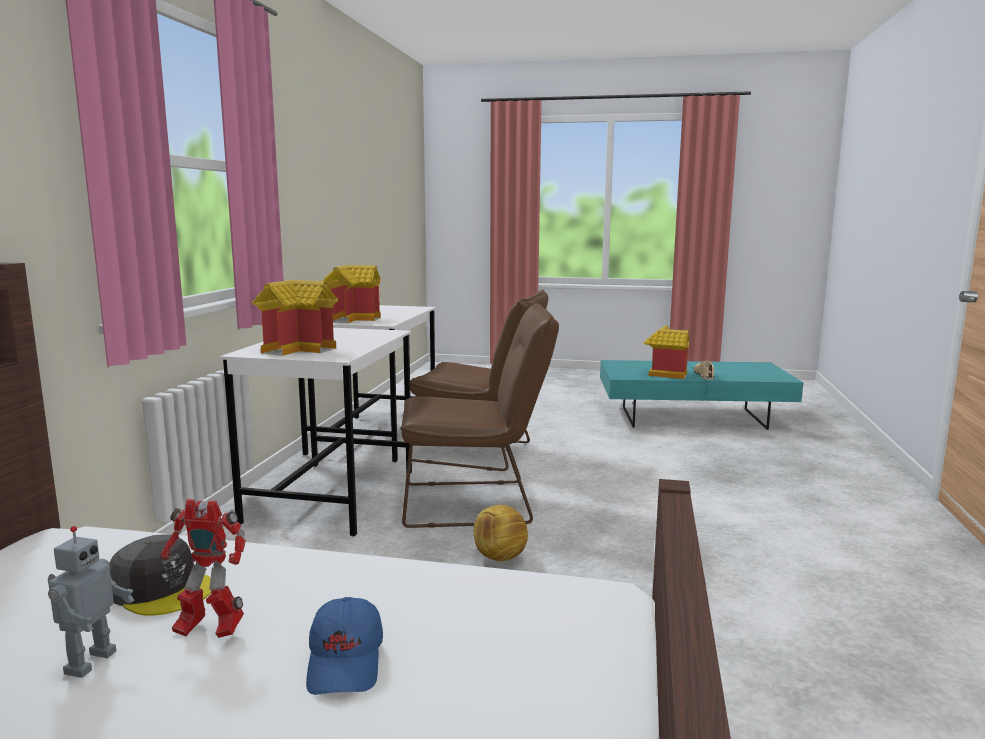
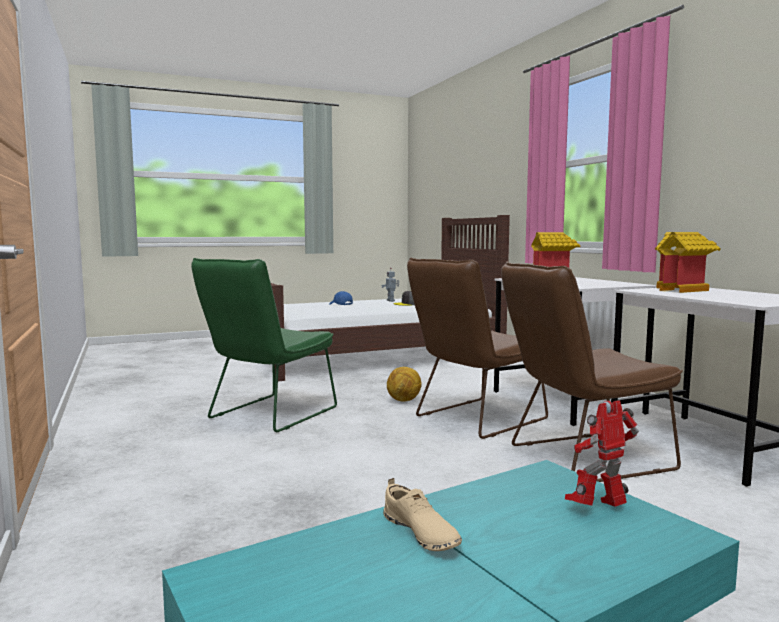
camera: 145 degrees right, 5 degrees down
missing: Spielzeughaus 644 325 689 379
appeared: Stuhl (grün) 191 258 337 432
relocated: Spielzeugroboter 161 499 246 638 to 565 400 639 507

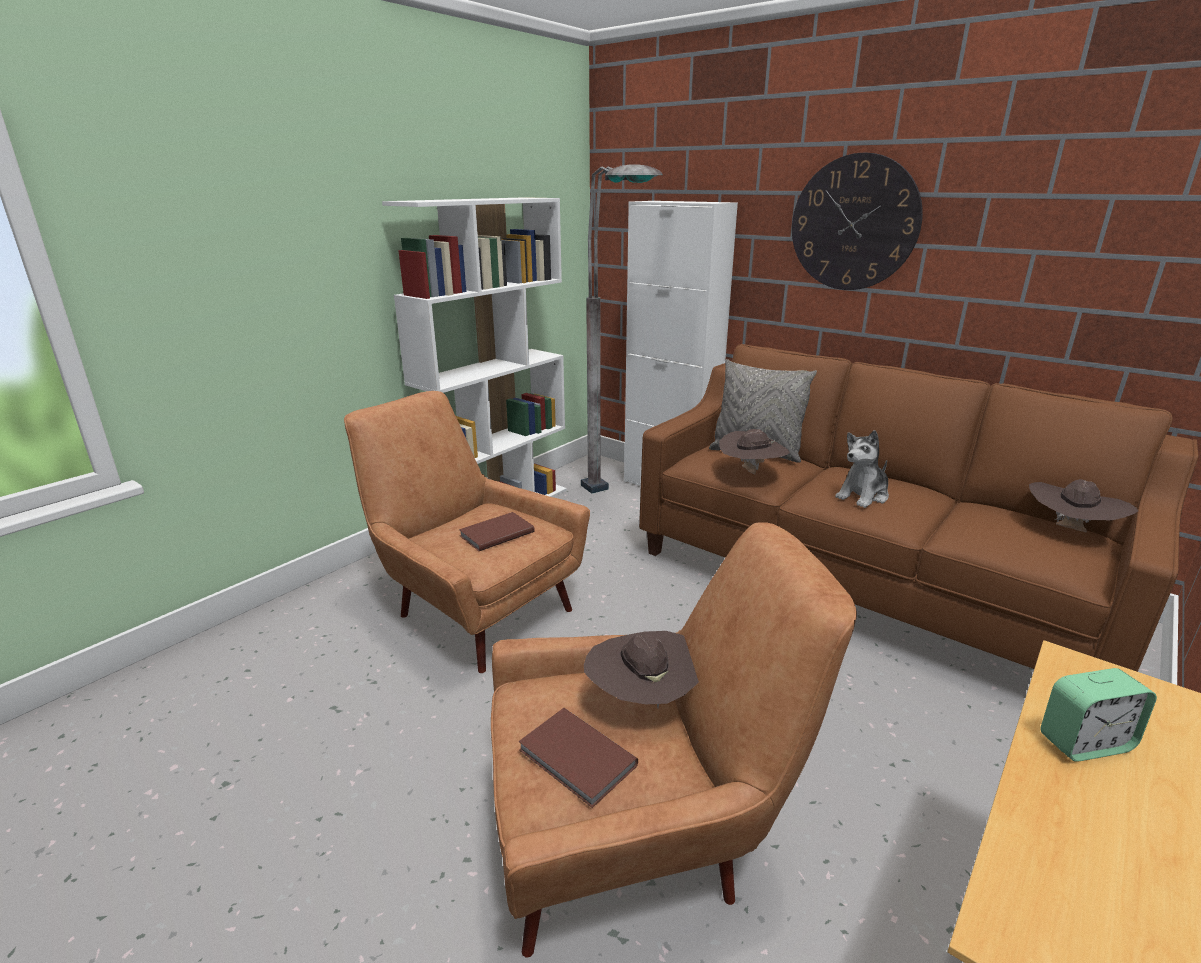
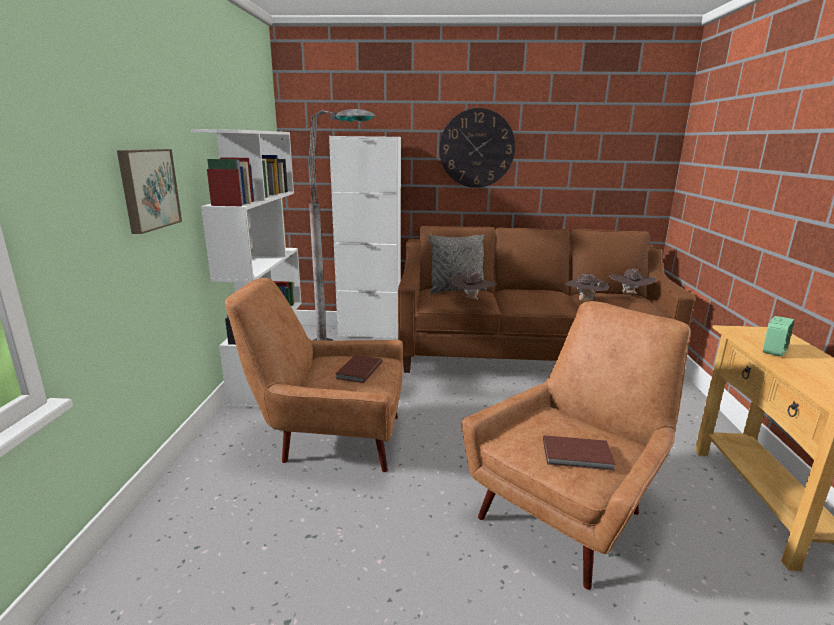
camera: 35 degrees left, 5 degrees down
missing: Plüschtier 835 430 889 508
appeared: Bild 117 149 182 234
relocated: Hut (braun) 584 631 699 708 to 565 273 609 302

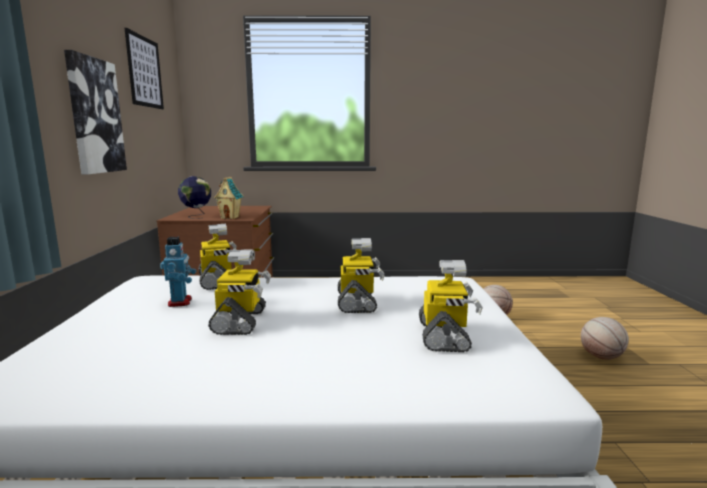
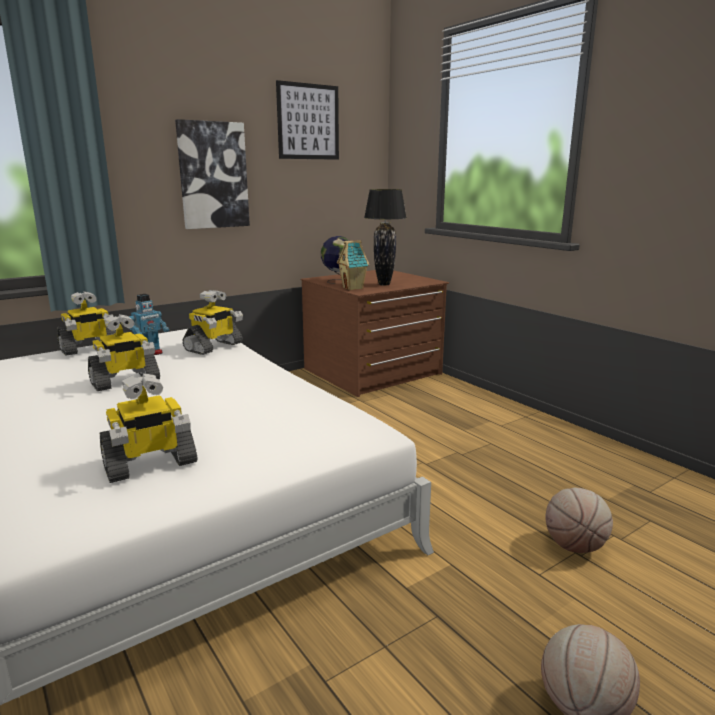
camera: 55 degrees right, 5 degrees up
appeared: Tischlampe (schwarz) 364 189 407 286
relocated: Spielzeugroboter 338 238 385 313 to 58 291 116 356

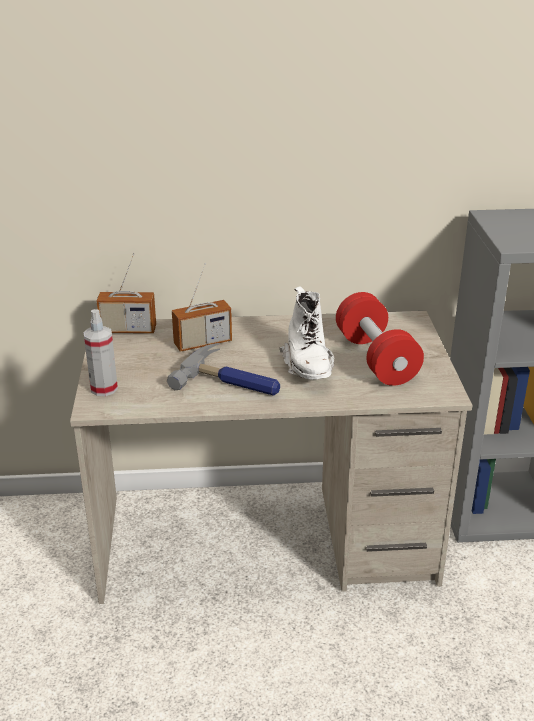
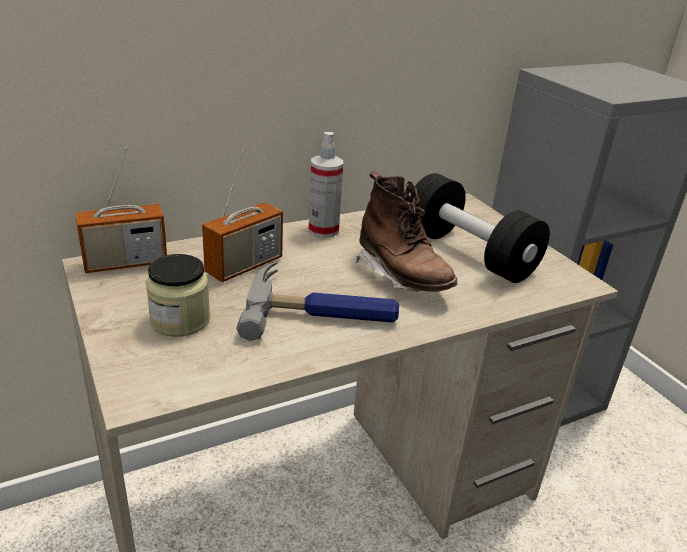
camera: 25 degrees left, 0 degrees up
appeared: Vorratsglas 146 254 210 337
relocated: Sprühflasche 83 309 118 396 to 308 132 343 238
colour: Stiefel (weiß) 279 286 334 380 to Stiefel (braun) 355 171 458 292; Hantel (rot) 336 292 424 386 to Hantel (schwarz) 415 173 550 283

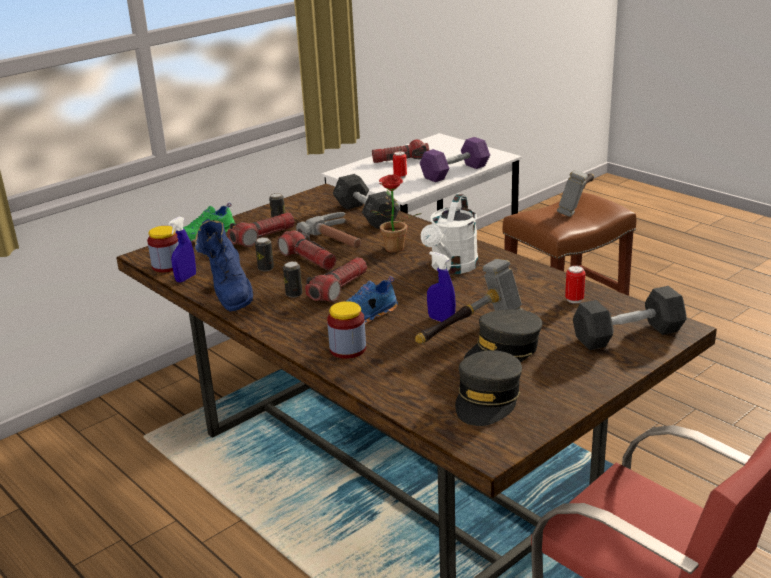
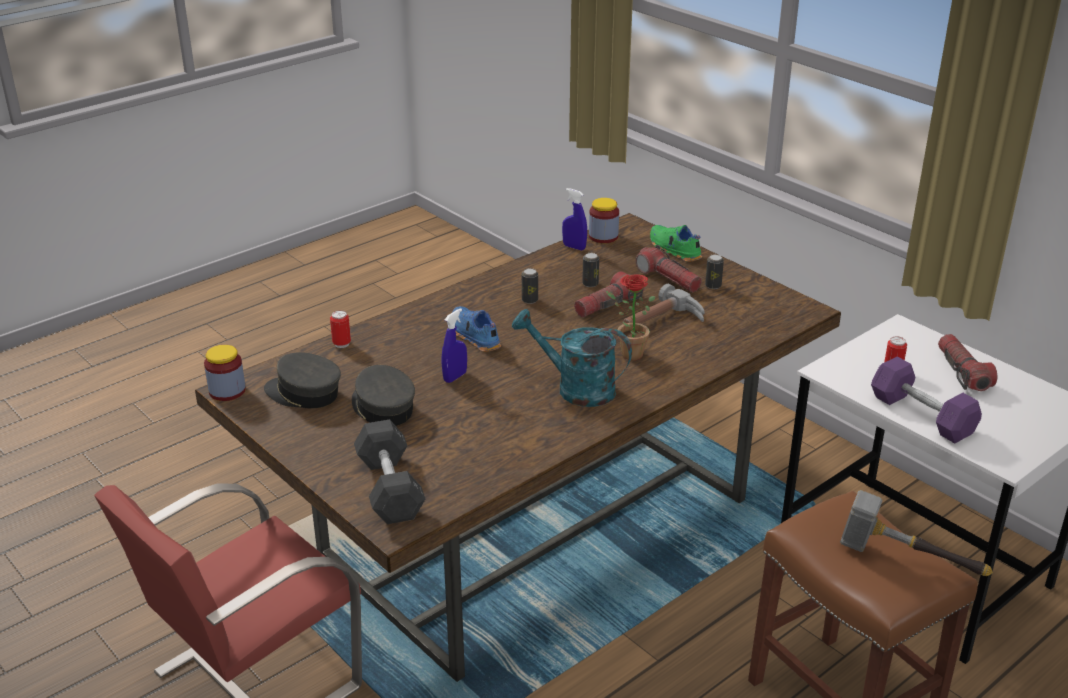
camera: 90 degrees right, 5 degrees up
missing: Stiefel (blau) 194 219 253 312; Taschenlampe 305 257 367 302; Hantel (grau) 333 174 400 229; Hammer 415 259 523 344
relocated: Vorratsglas 327 301 366 359 to 204 345 246 401; Dose 565 265 585 303 to 330 310 351 348
colour: Gießkanne (weiß) 421 194 478 274 to Gießkanne (türkis) 512 309 632 407

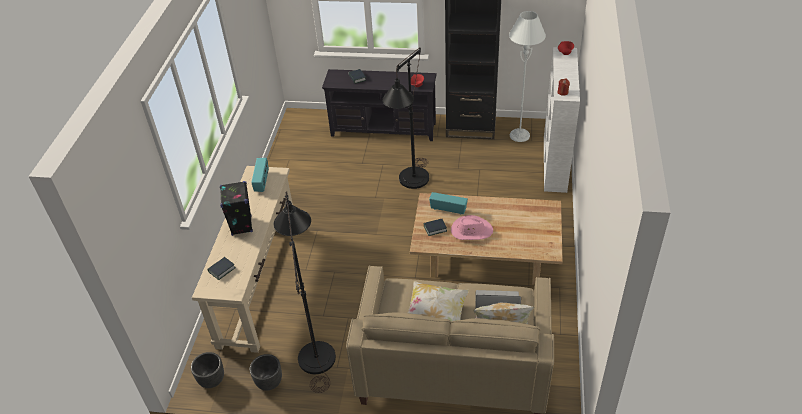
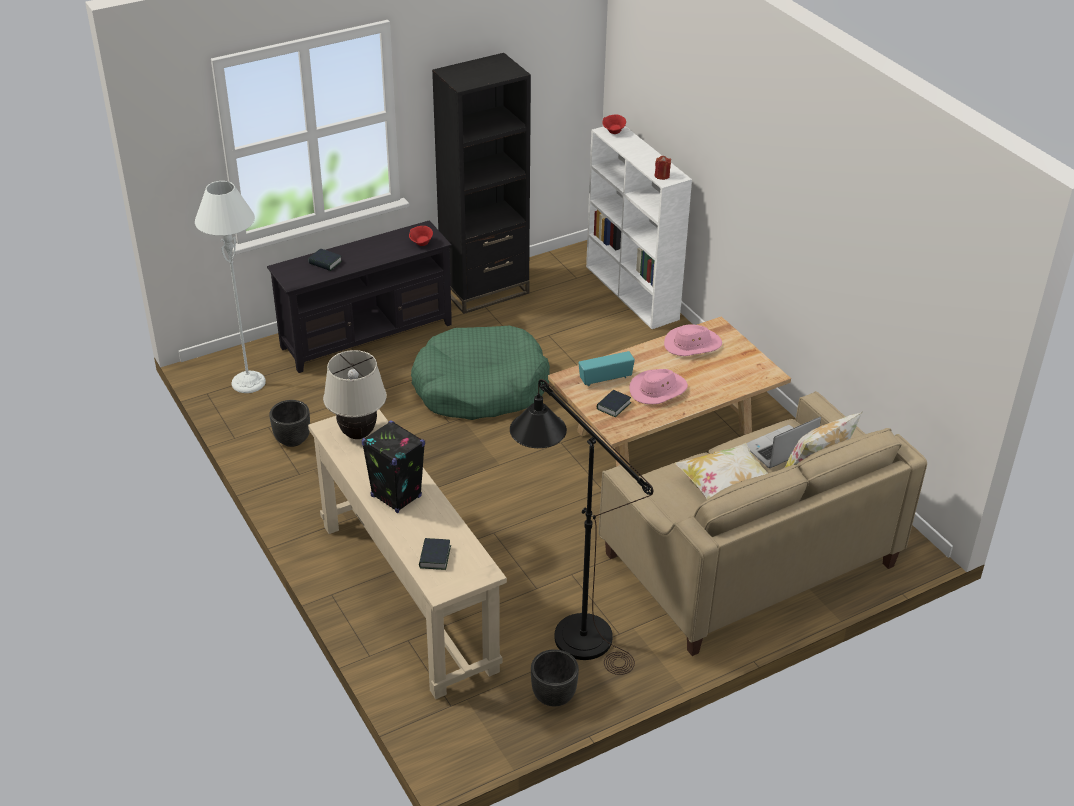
camera: 40 degrees left, 5 degrees down
appeared: Hut (rosa) 664 324 722 356
relocated: Pflanzkübel (schwarz) 191 352 224 388 to 269 400 310 447; Stehlampe (weiß) 509 11 546 142 to 195 181 266 393
exchanged: Radio 251 158 269 192 to Tischlampe (beige) 323 350 387 439; Stehlampe (schwarz) 382 47 429 189 to Hundebett (grün) 411 326 550 420

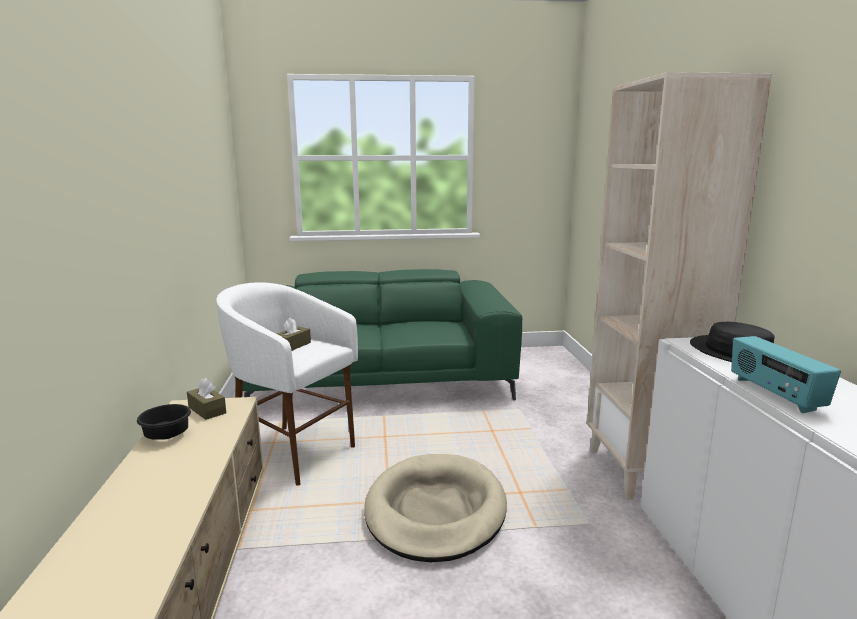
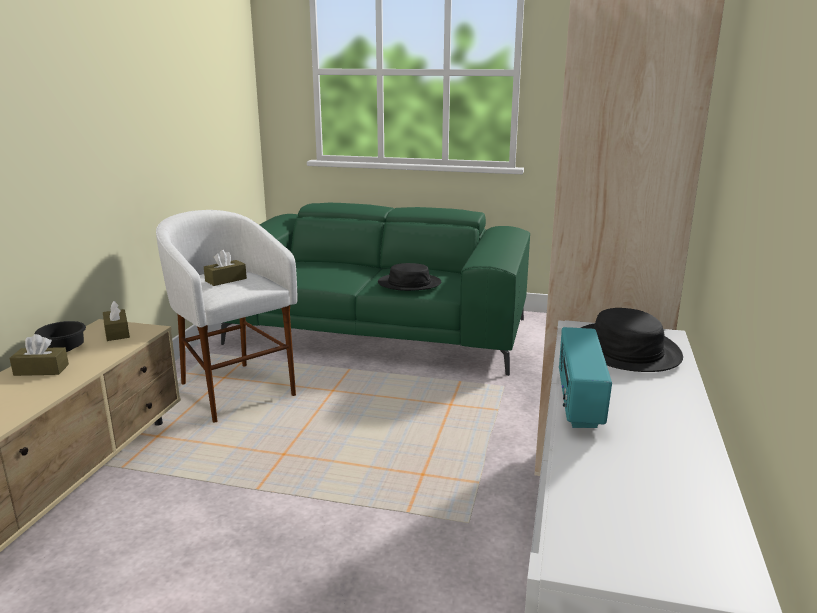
camera: 20 degrees right, 5 degrees up
missing: Hundebett (beige) 364 454 507 562
appeared: Taschentuchbox (braun) 9 334 69 376; Hut (schwarz) 378 263 441 291

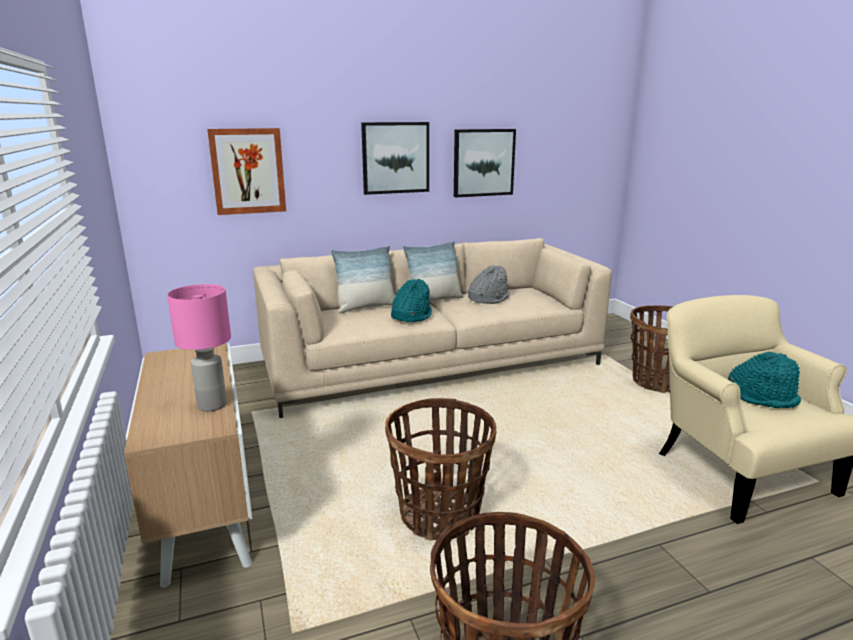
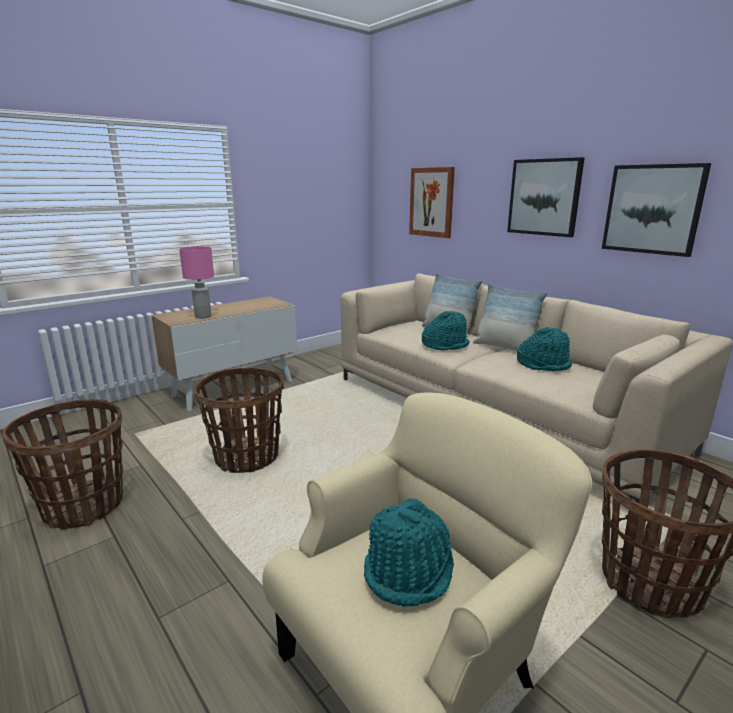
camera: 70 degrees right, 0 degrees up
colour: Hut (grau) 468 265 509 304 to Hut (türkis) 517 327 572 371

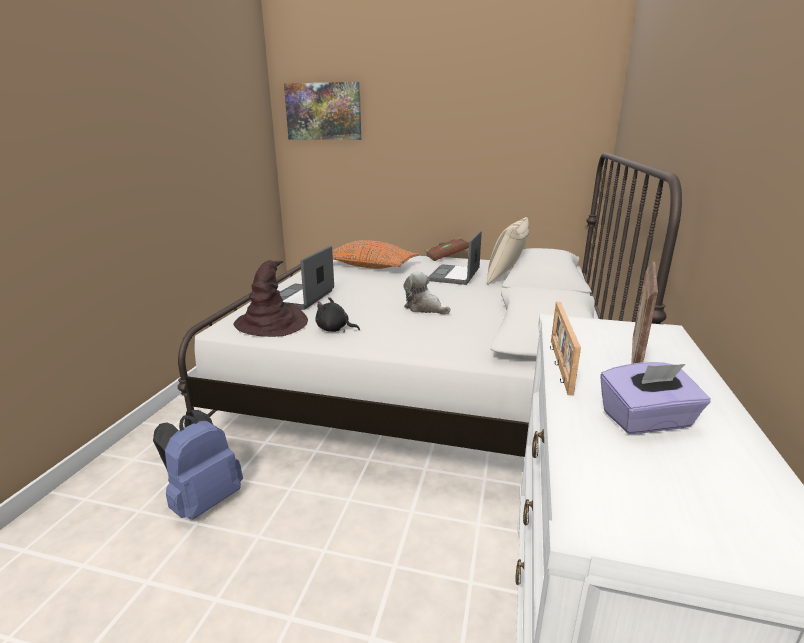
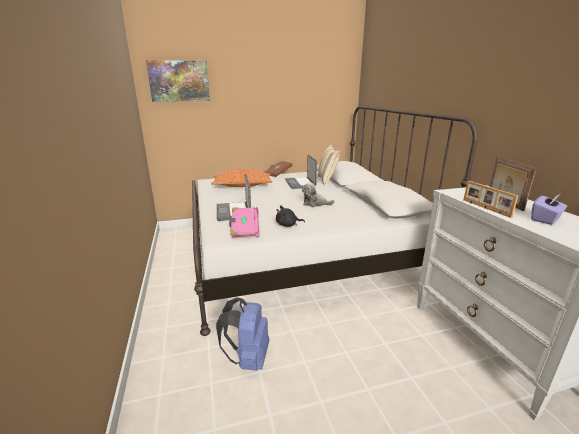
camera: 30 degrees left, 0 degrees up
exchanged: Hut (braun) 233 260 308 337 to Buch (rosa) 229 207 260 239

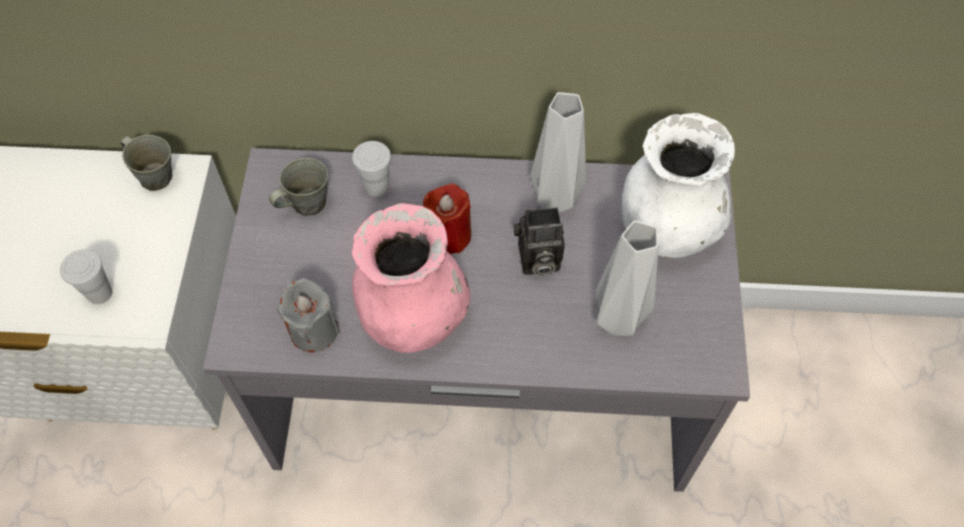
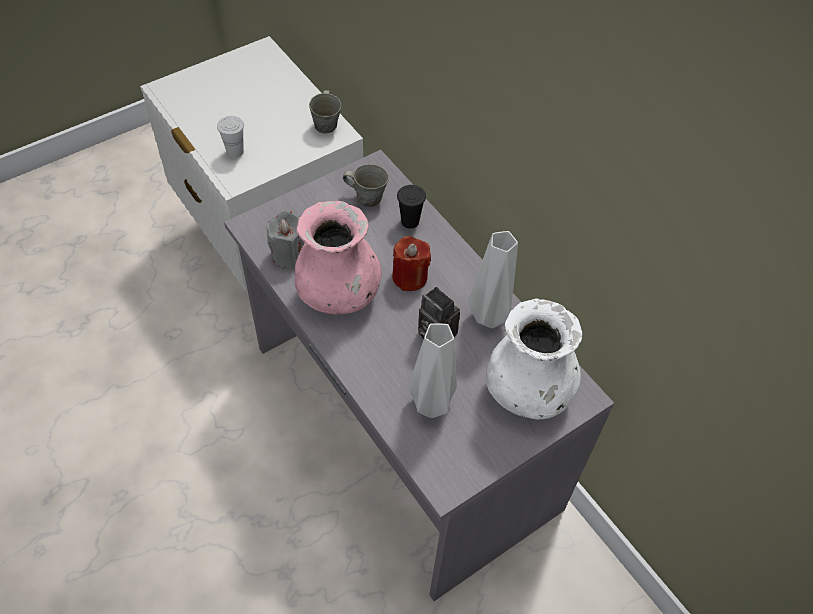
camera: 50 degrees right, 5 degrees down
colour: Tasse (weiß) 352 141 391 197 to Tasse (schwarz) 397 185 426 229

